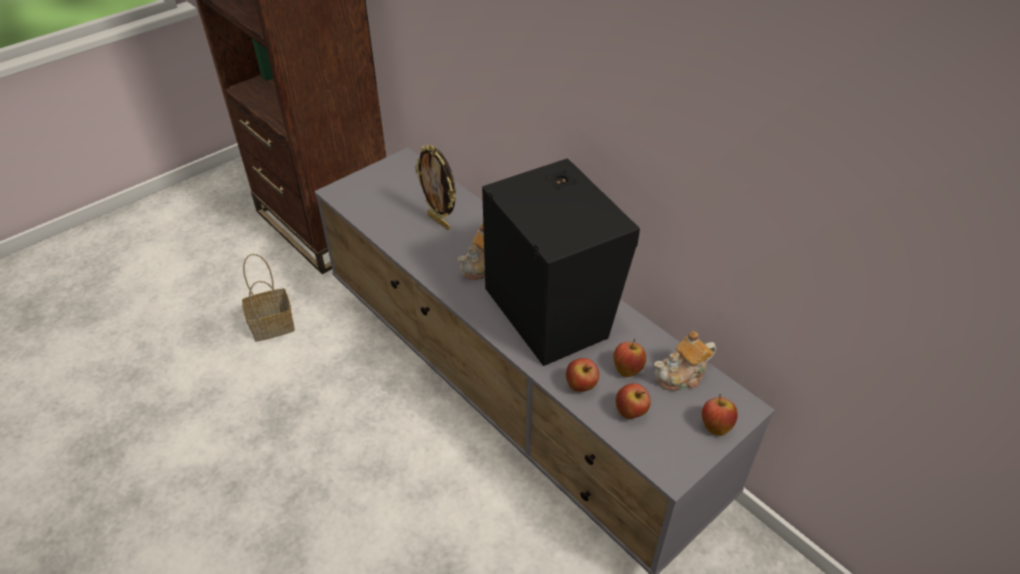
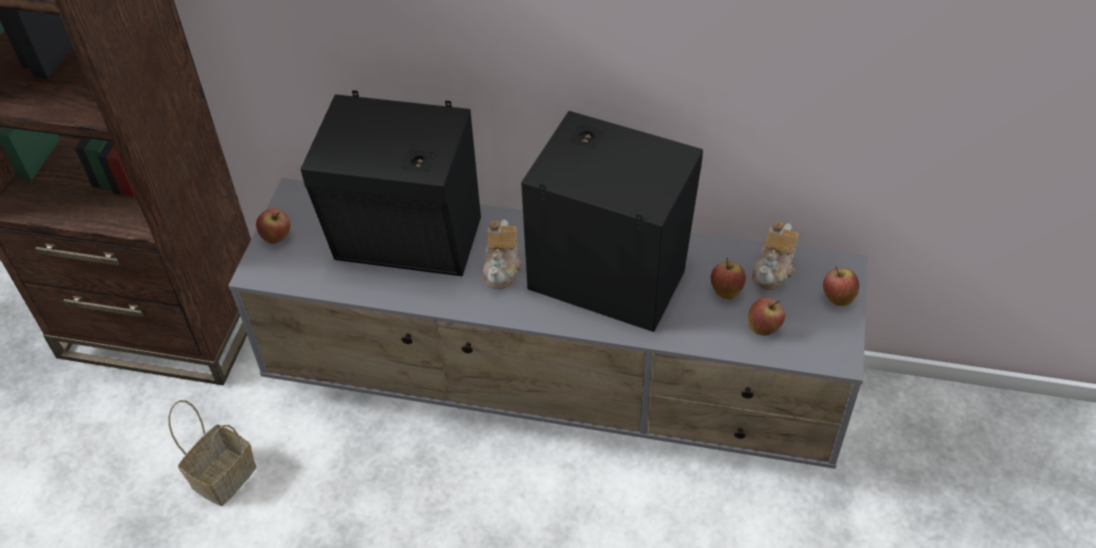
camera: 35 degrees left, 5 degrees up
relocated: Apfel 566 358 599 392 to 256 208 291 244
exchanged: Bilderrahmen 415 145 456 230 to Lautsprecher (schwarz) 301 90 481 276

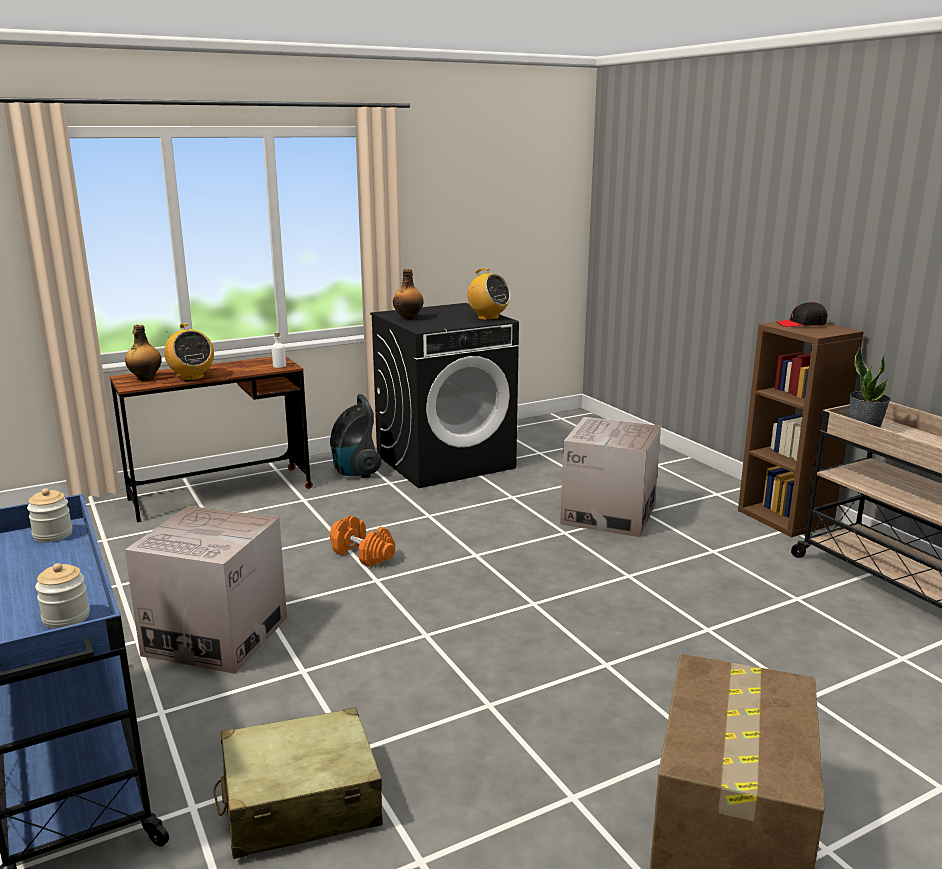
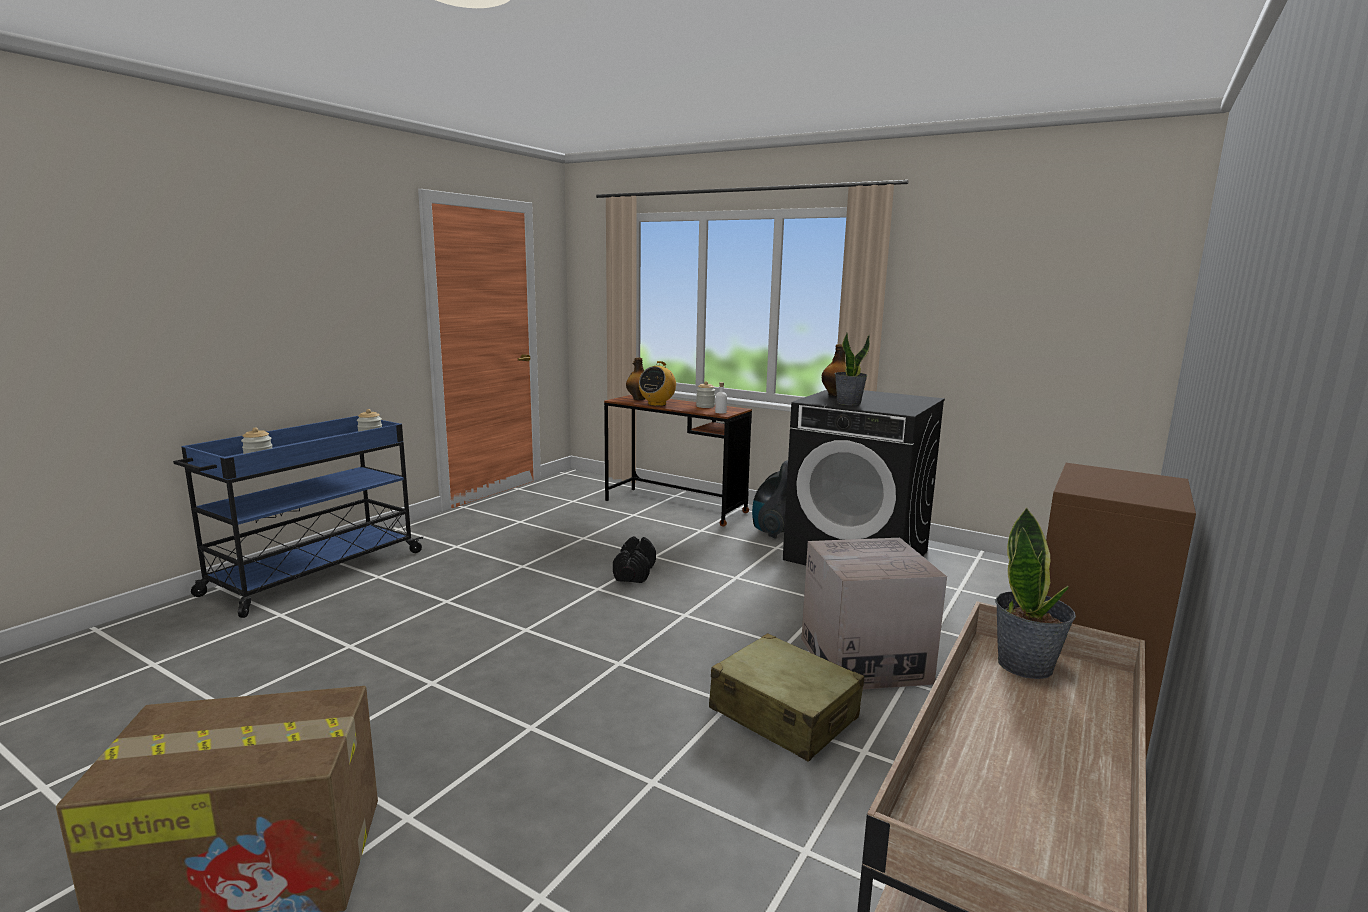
camera: 60 degrees right, 5 degrees down
missing: Karton 125 506 287 674; Radio 464 268 511 320; Kappe (schwarz) 776 302 827 327
appeared: Vorratsglas 696 381 715 408; Topfpflanze 835 333 870 405
relocated: Koffer (beige) 213 708 383 859 to 709 633 864 762
colour: Hantel (orange) 330 516 395 567 to Hantel (schwarz) 613 536 656 583

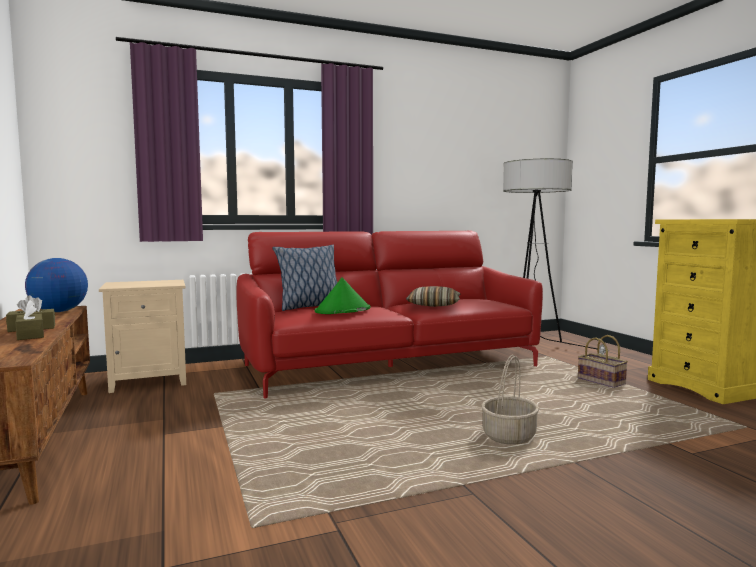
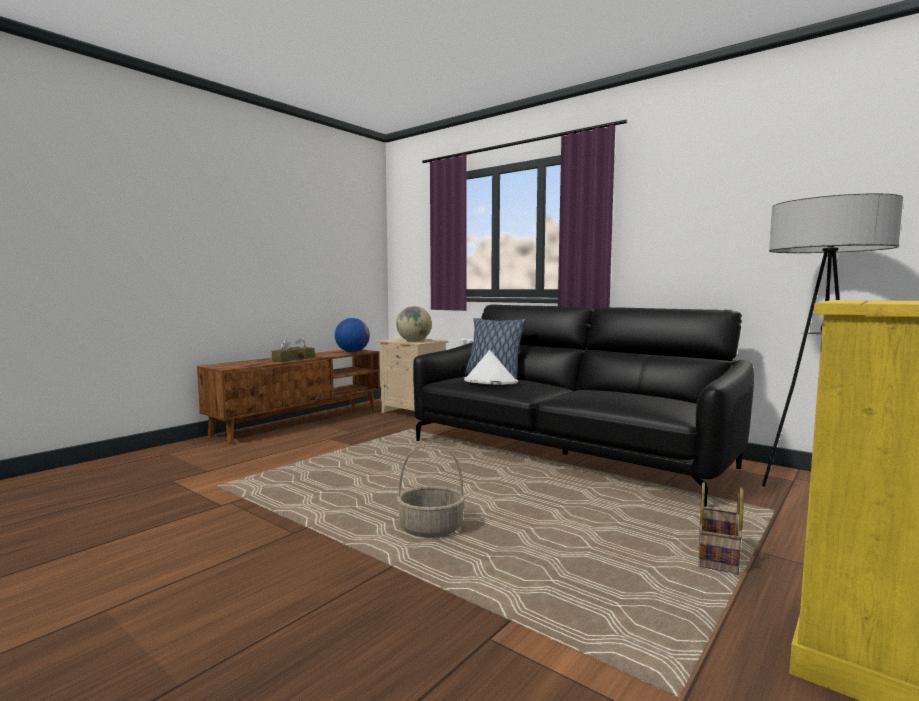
camera: 60 degrees right, 0 degrees up
missing: Kissen 406 286 460 307
appeared: Globus 396 306 432 342
colour: Sofa (rot) 236 230 543 398 to Sofa (schwarz) 413 305 754 507; Hut (grün) 315 277 371 314 to Hut (weiß) 464 350 518 385

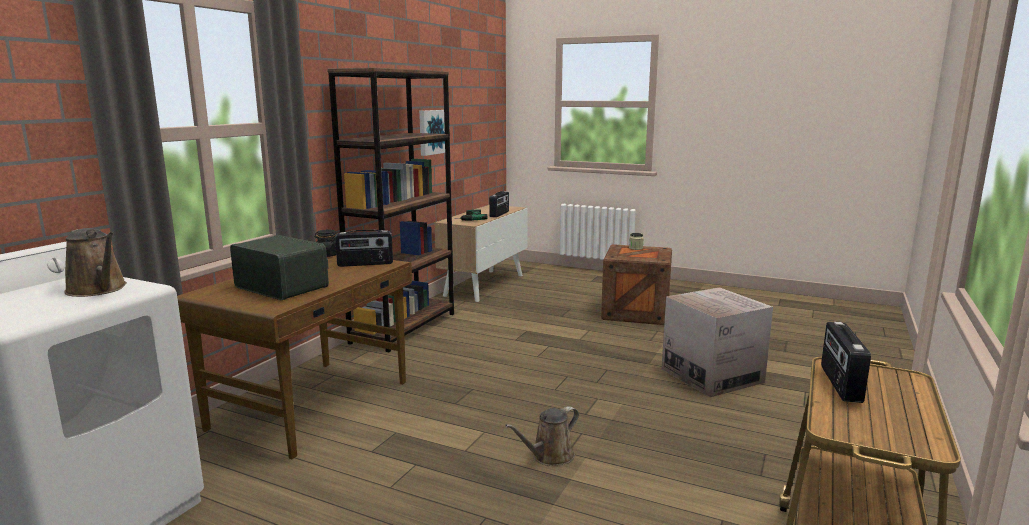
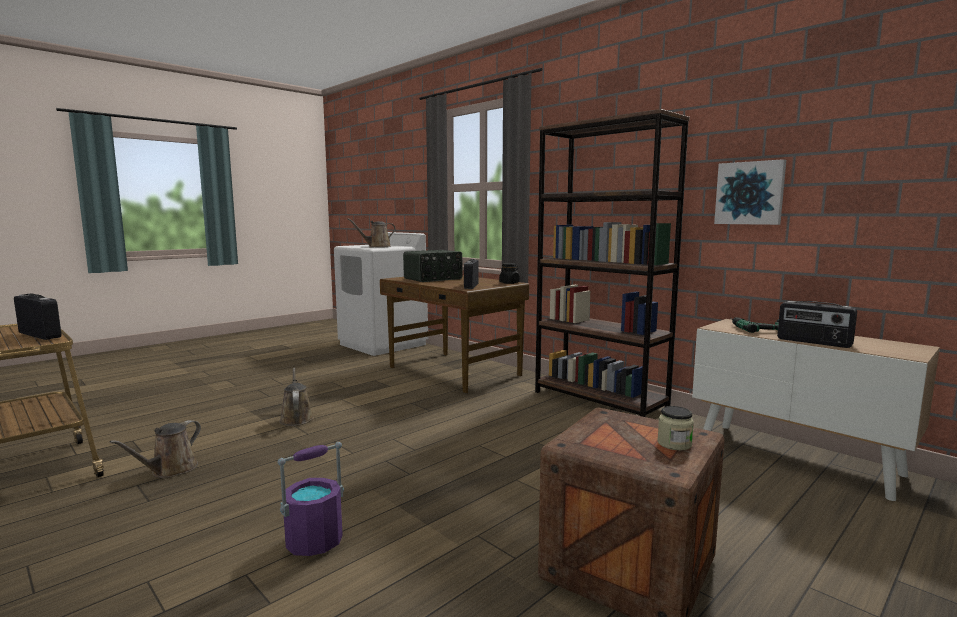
camera: 110 degrees right, 5 degrees down
appeared: Gießkanne (braun) 110 420 201 478
exchanged: Karton 661 287 773 397 to Eimer (lila) 278 442 344 556

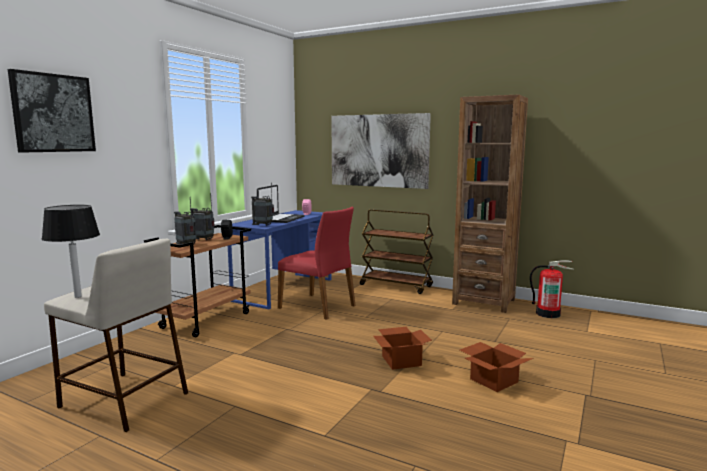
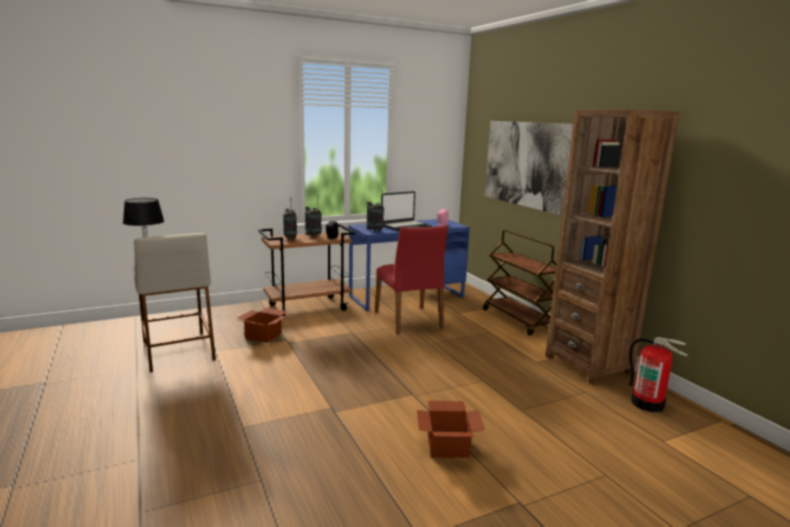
camera: 35 degrees right, 5 degrees up
missing: Bild 8 69 96 153
relocated: Karton 373 327 432 370 to 238 307 288 343

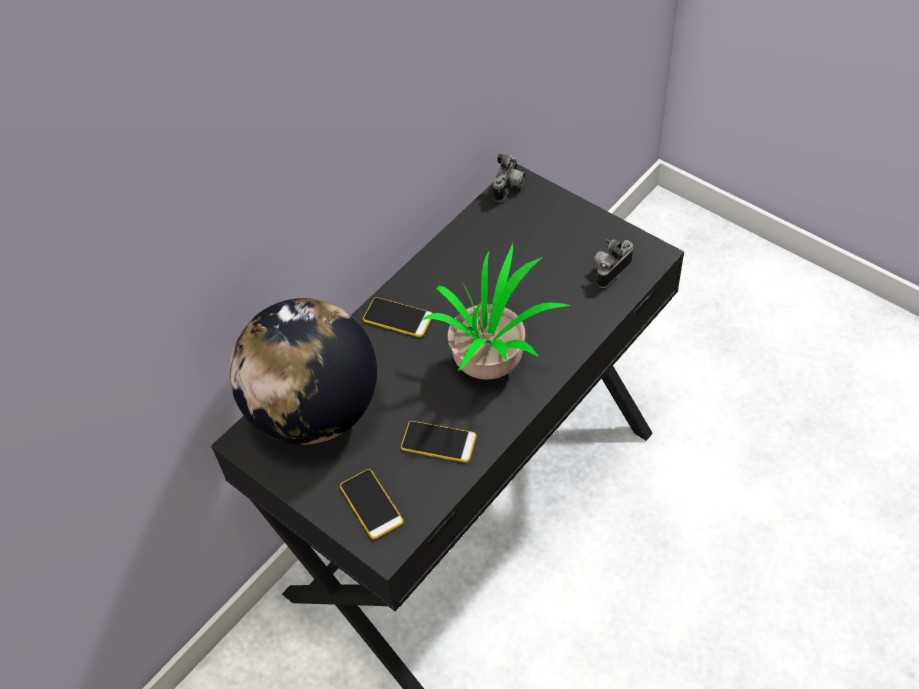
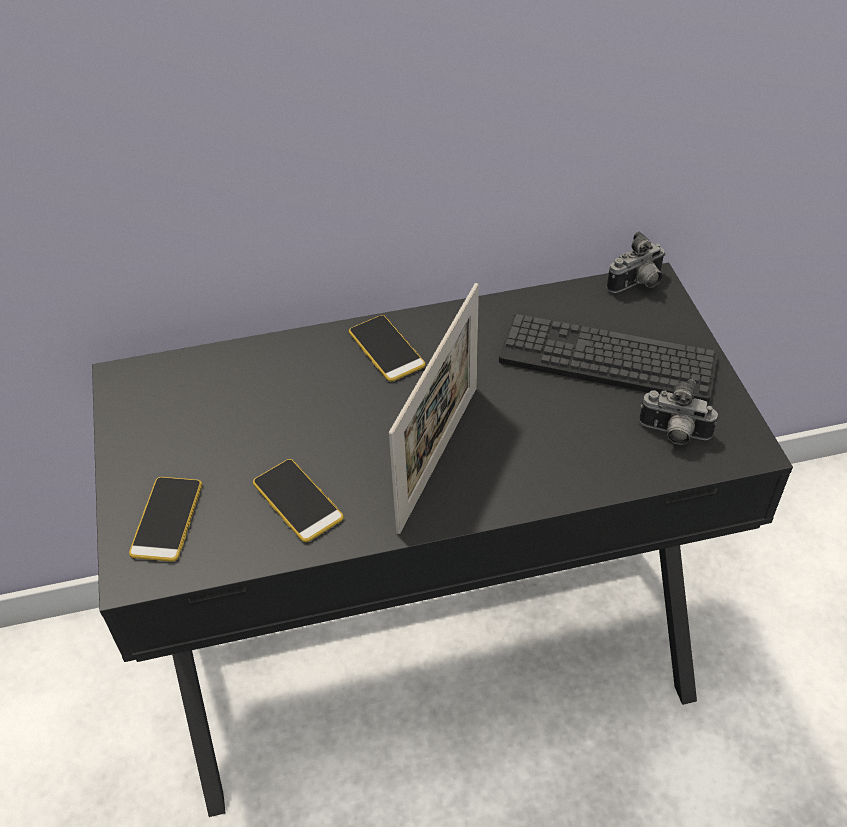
camera: 35 degrees right, 5 degrees down
missing: Globus 229 298 377 445
appeared: Tastatur 499 314 718 404
exchanged: Topfpflanze 422 243 570 380 to Bilderrahmen 389 283 479 534
spun: Kamera 593 239 633 288 = 639 379 718 445 150 degrees counterclockwise

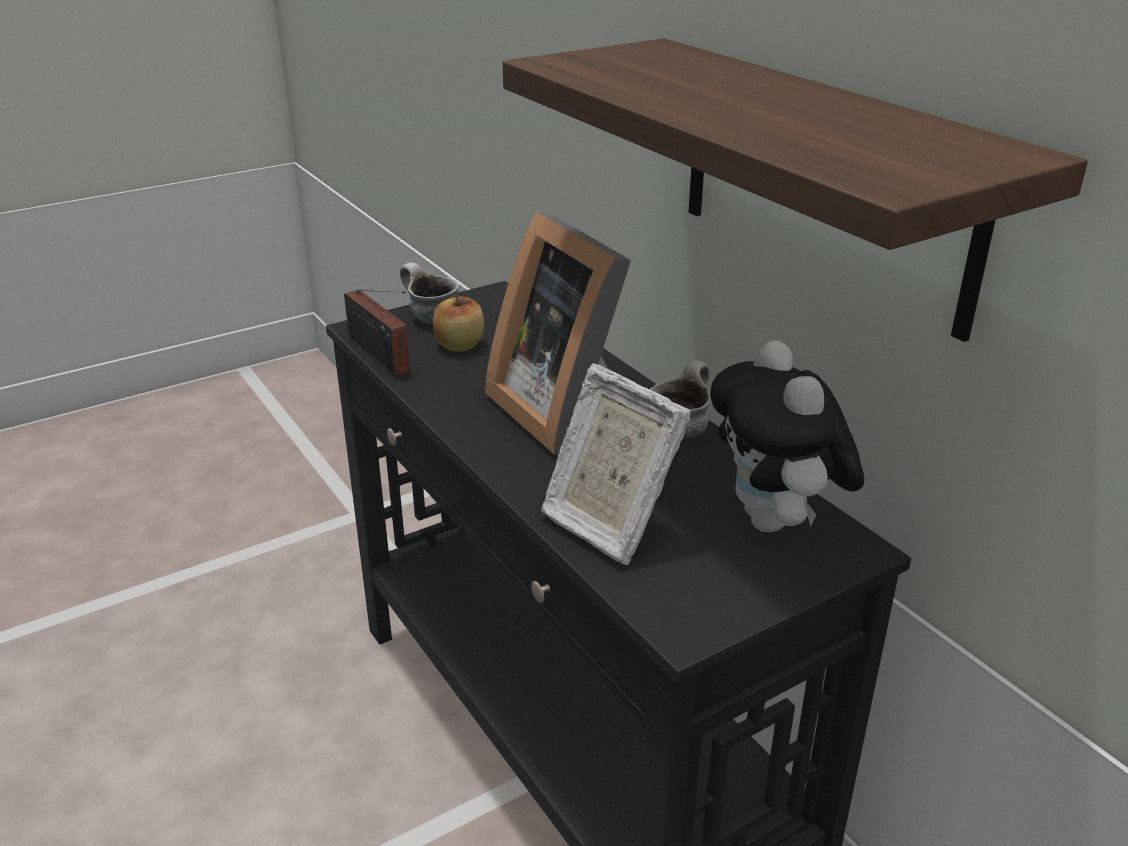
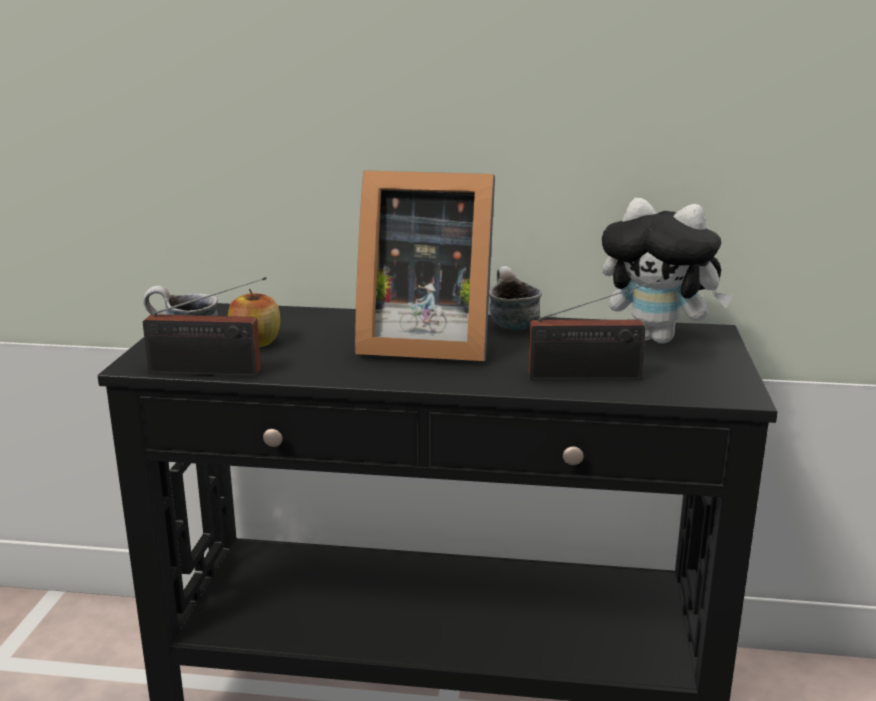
camera: 50 degrees left, 10 degrees down
missing: Wandregal 503 38 1088 342
exchanged: Bilderrahmen 541 363 691 565 to Radio 528 279 660 380

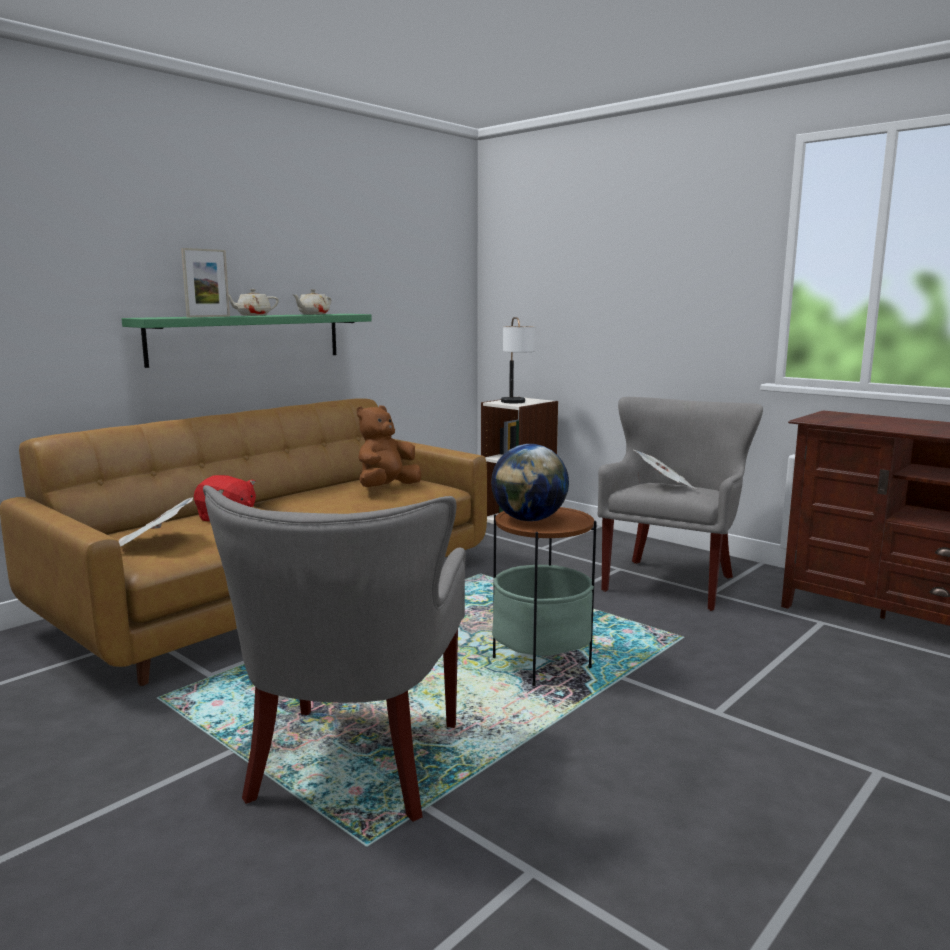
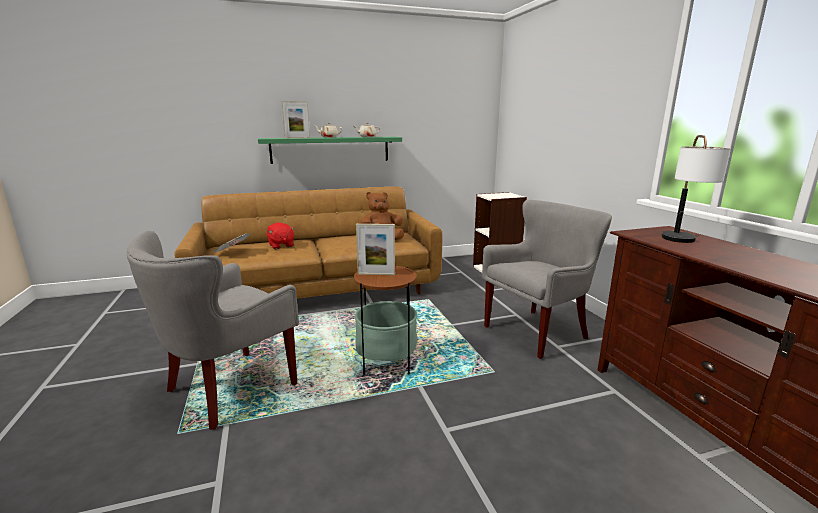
camera: 30 degrees right, 5 degrees up
missing: Zeitung 632 449 696 489
relocated: Tischlampe 501 317 535 403 to 662 135 731 243
exchanged: Globus 491 444 569 521 to Bilderrahmen 356 224 395 275

